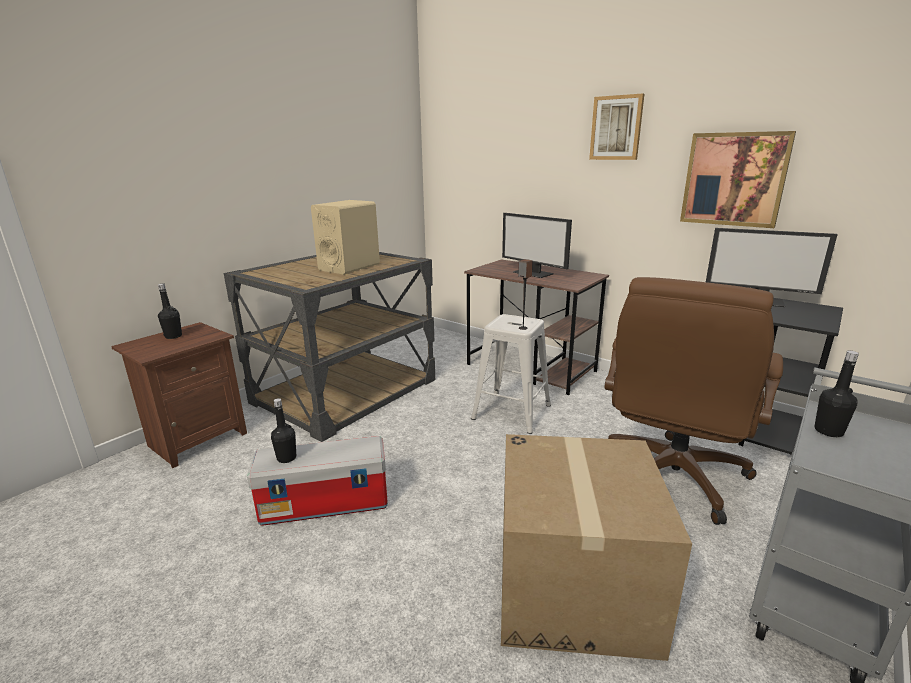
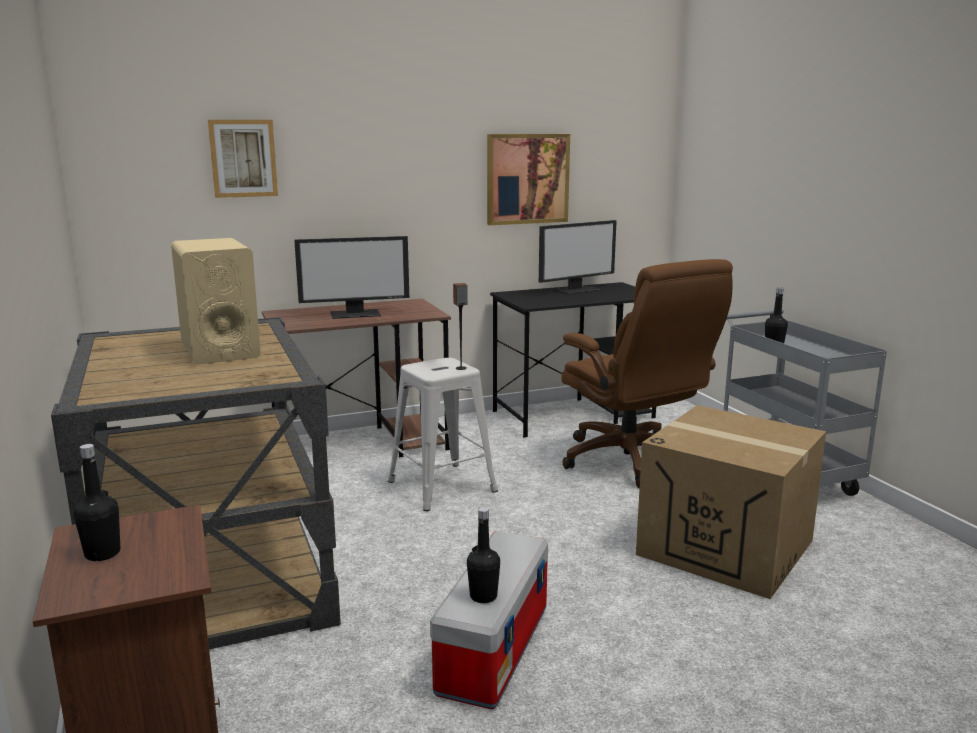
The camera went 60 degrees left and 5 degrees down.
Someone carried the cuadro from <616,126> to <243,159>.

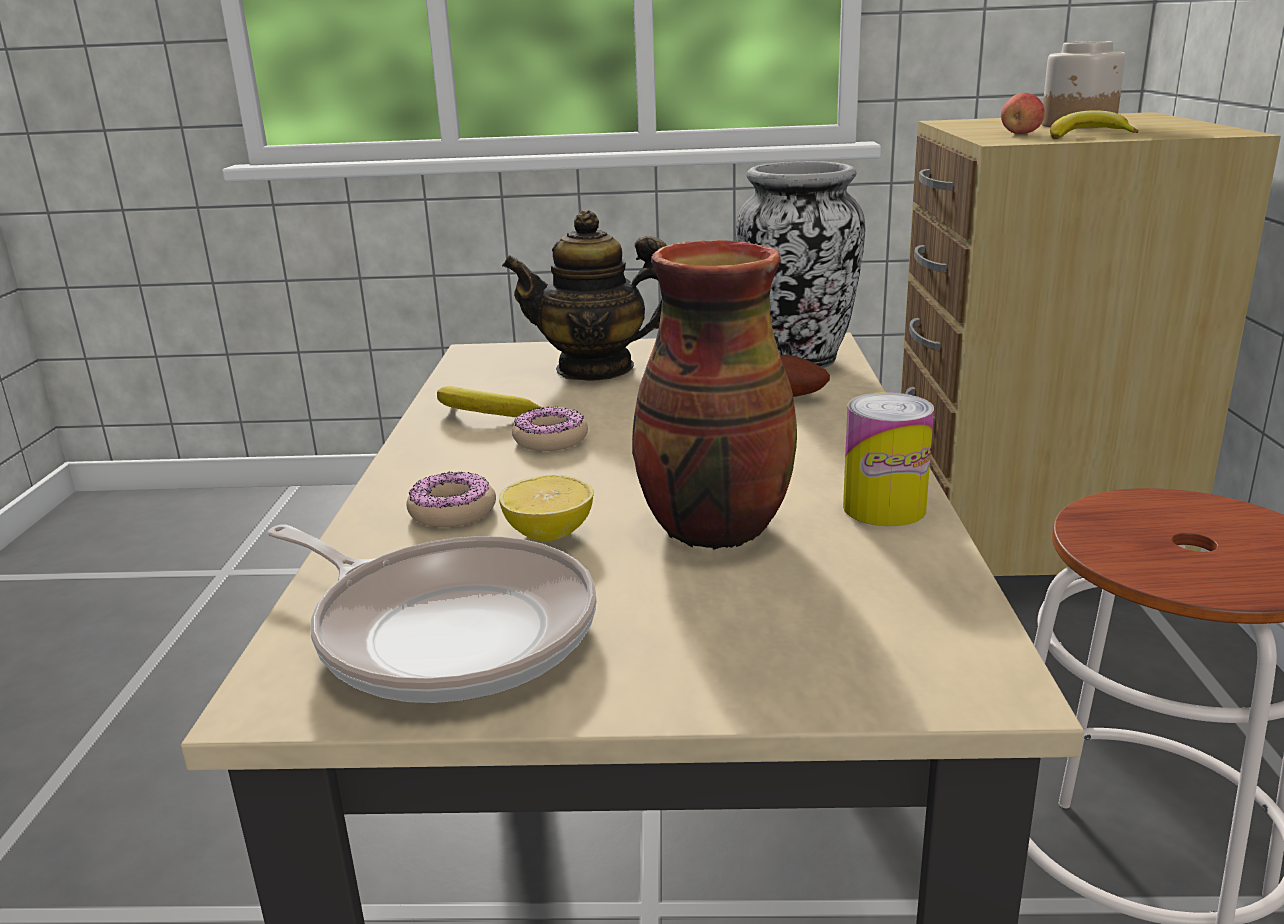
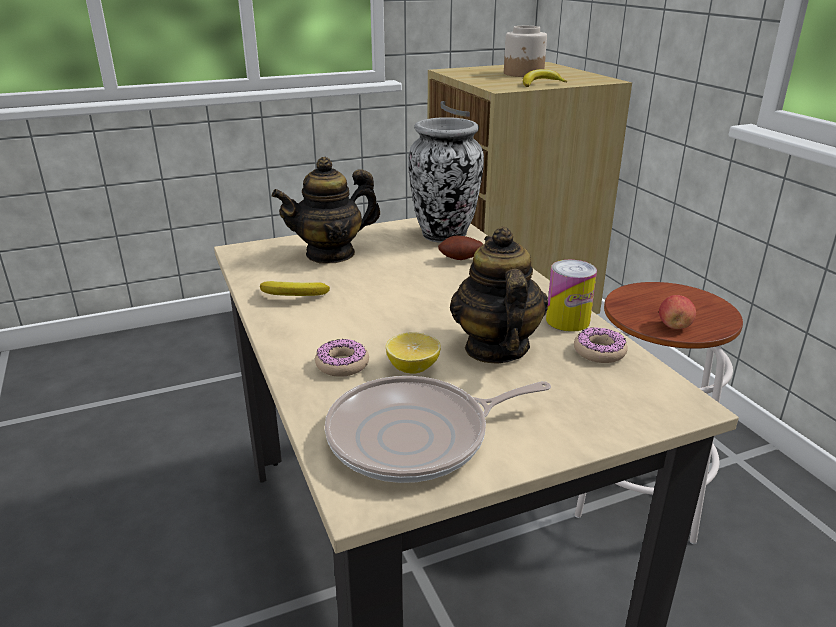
The camera went 25 degrees left and 5 degrees up.
Someone rotated the sartén at <432,614> by 150 degrees clockwise.
Someone swapped the florero at <714,395> for the tetera at <499,294>.
Someone carried the rosquilla from <550,428> to <601,345>.
Someone carried the manzana from <1023,113> to <677,312>.

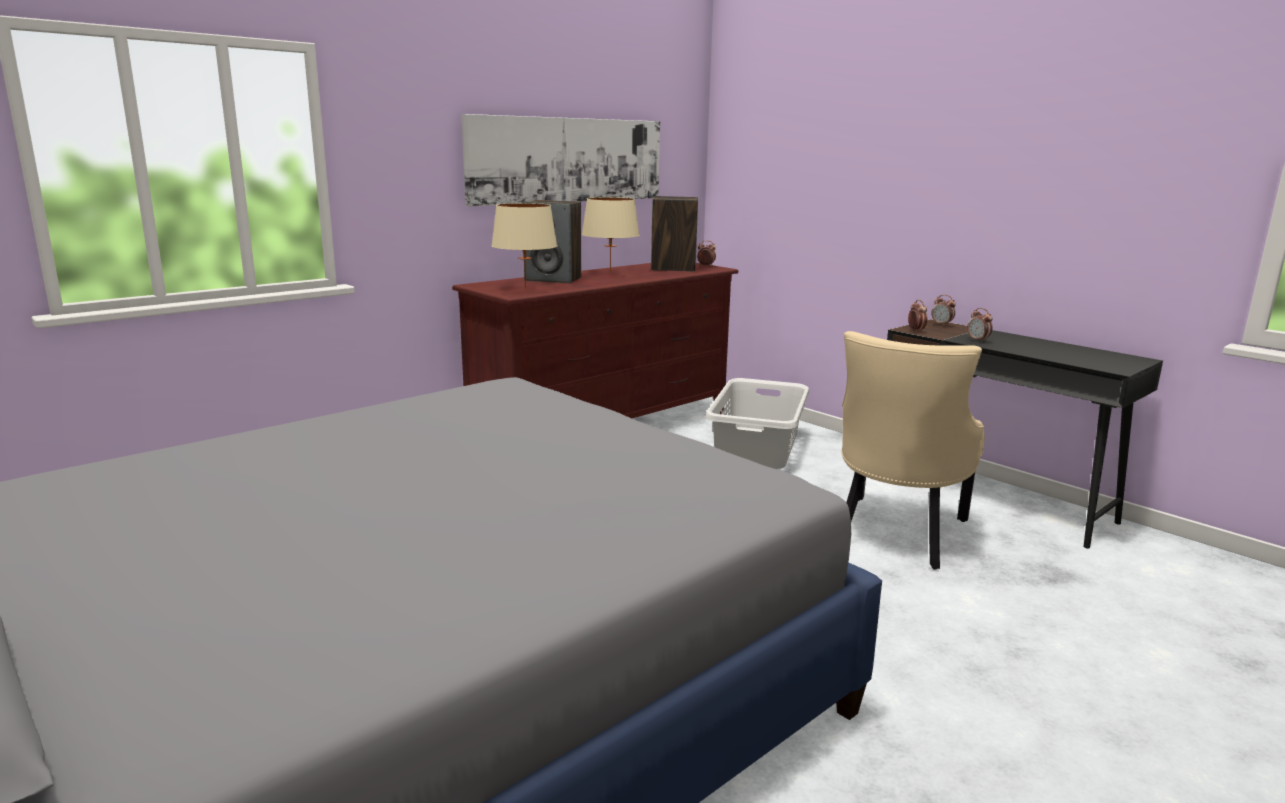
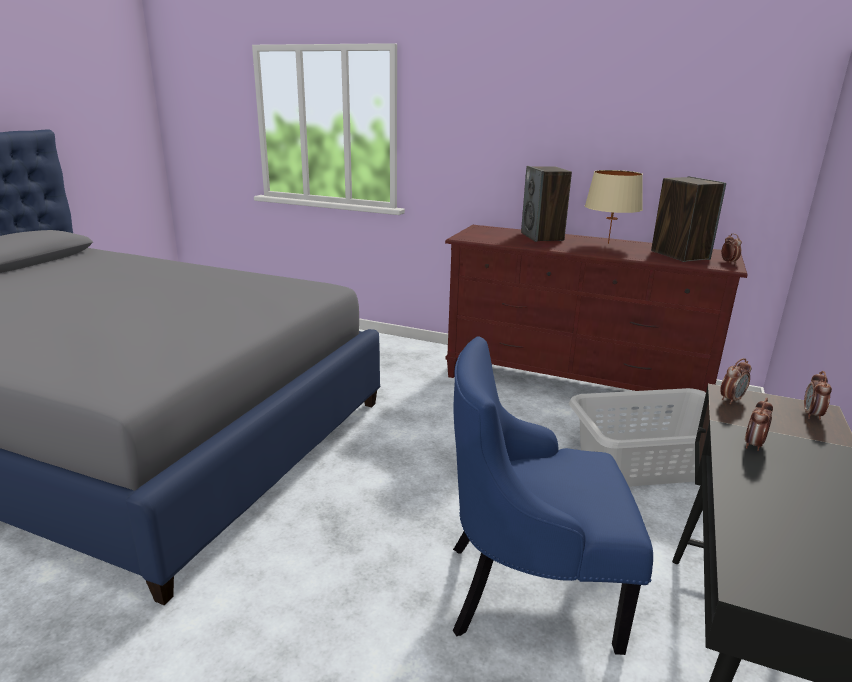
The camera went 65 degrees right and 5 degrees up.
Someone repainted the silla (beis) at <913,450>, which became the silla (azul) at <553,495>.
Someone took away the cuadro at <560,160>.
Someone took away the lámpara de mesa (beis) at <524,246>.

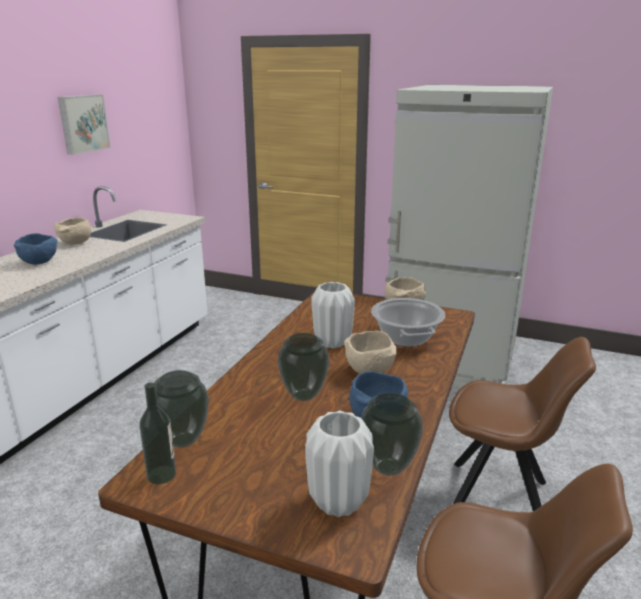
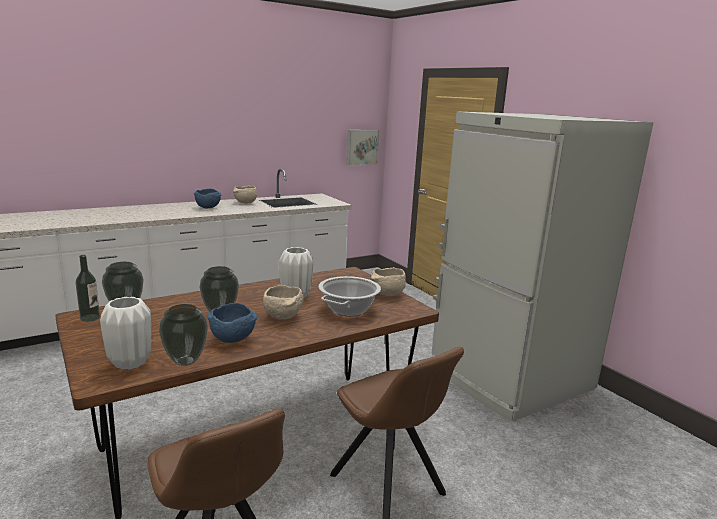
The camera went 35 degrees right and 5 degrees down.
Someone carried the cuadro from <84,124> to <363,147>.

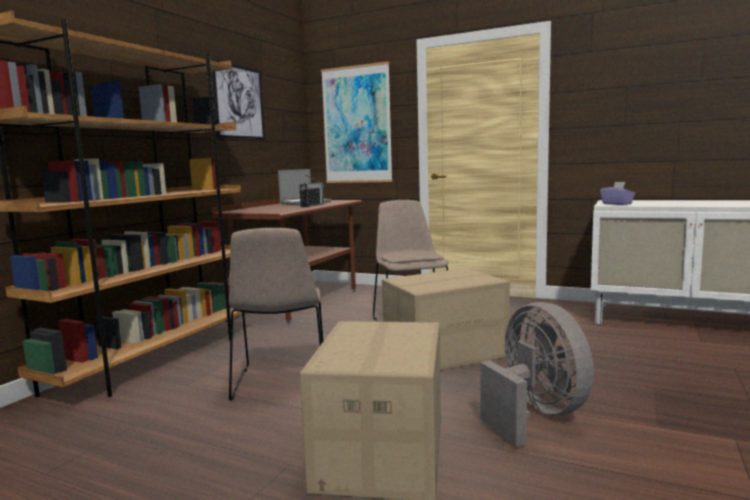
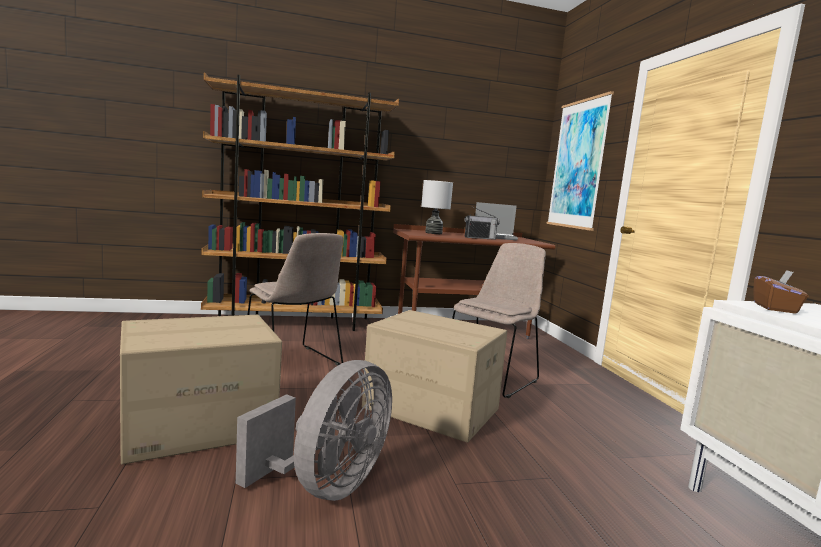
The camera went 50 degrees right and 0 degrees up.
Someone rotated the silla (beis) at <275,314> by 90 degrees counterclockwise.
Someone put down the lámpara de mesa (gris) at <437,207>.
Someone repainted the caja de pañuelos (morado) at <618,193>, which became the caja de pañuelos (marrón) at <781,292>.
Someone took away the cuadro at <238,99>.

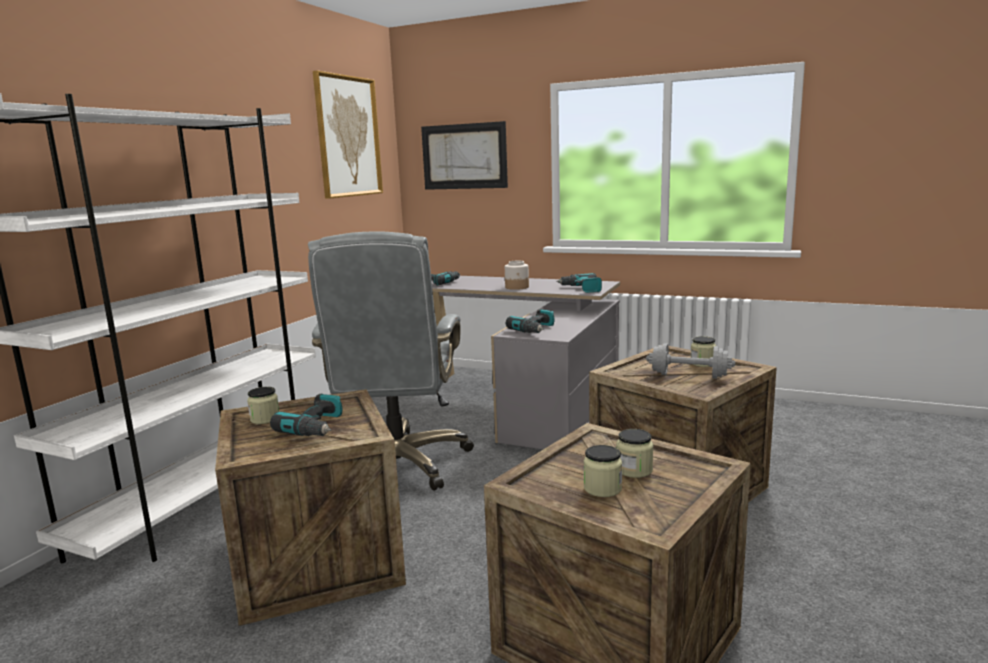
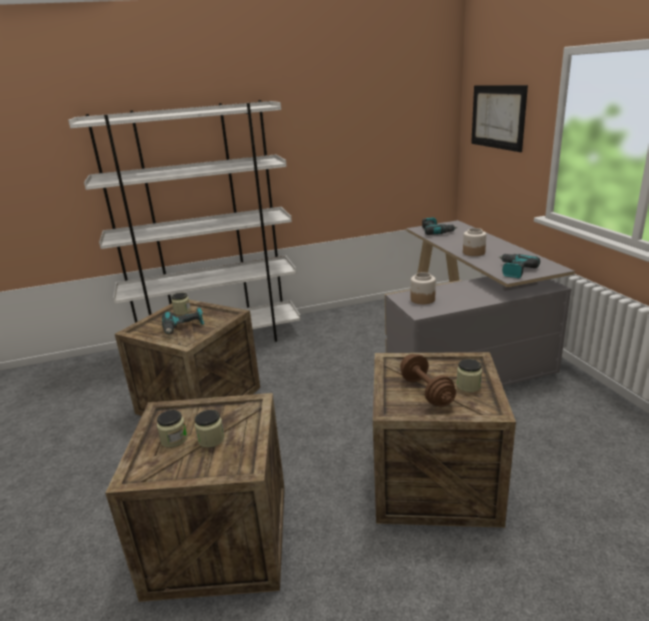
The camera went 50 degrees right and 10 degrees up.
Someone repainted the mancuerna (gris) at <691,361>, which became the mancuerna (marrón) at <428,380>.
Someone swapped the taladro at <530,321> for the tarro at <423,288>.
Someone took away the silla de oficina (gris) at <391,361>.
Someone took away the cuadro at <348,135>.

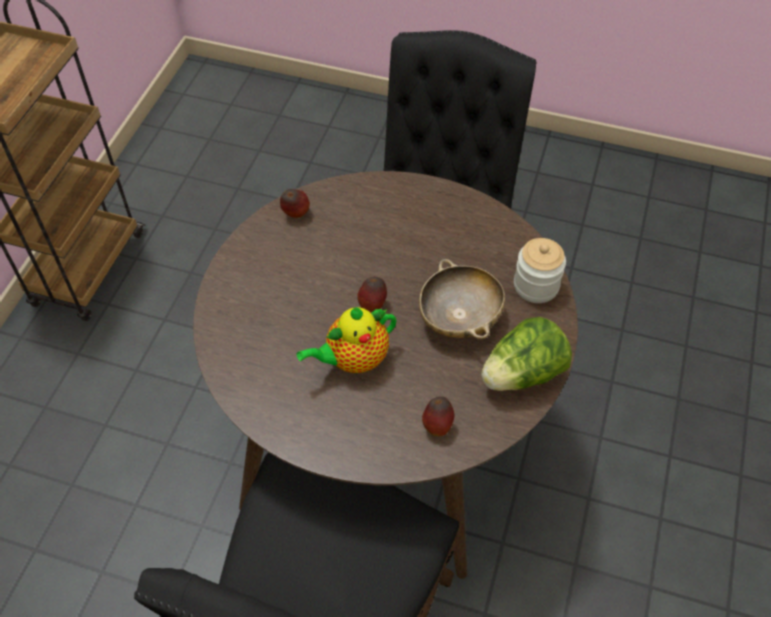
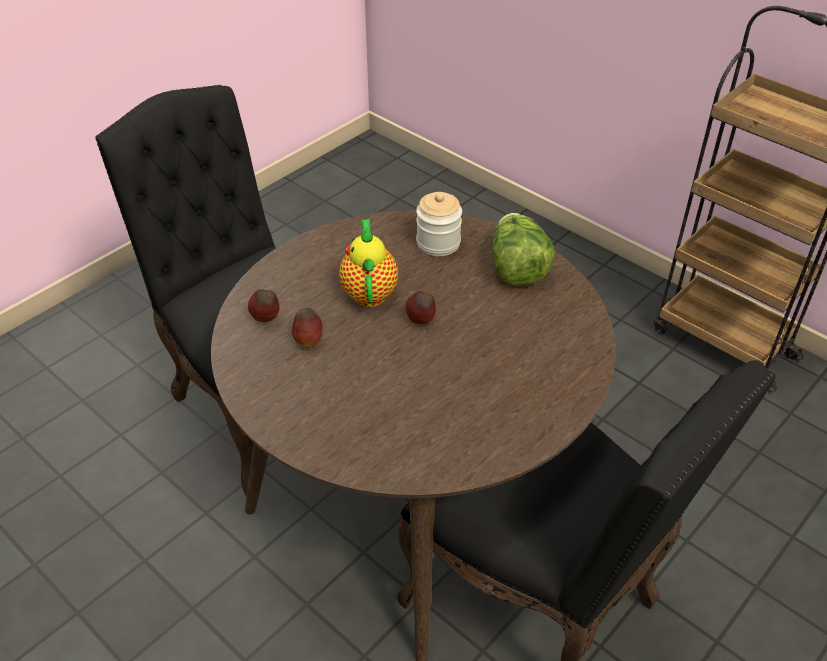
The camera went 115 degrees right and 10 degrees down.
Someone carried the manzana from <295,203> to <307,328>.
Someone carried the tarro from <540,270> to <439,224>.
Someone carried the lechuga from <526,354> to <523,249>.
Someone took away the cuenco (beis) at <462,299>.

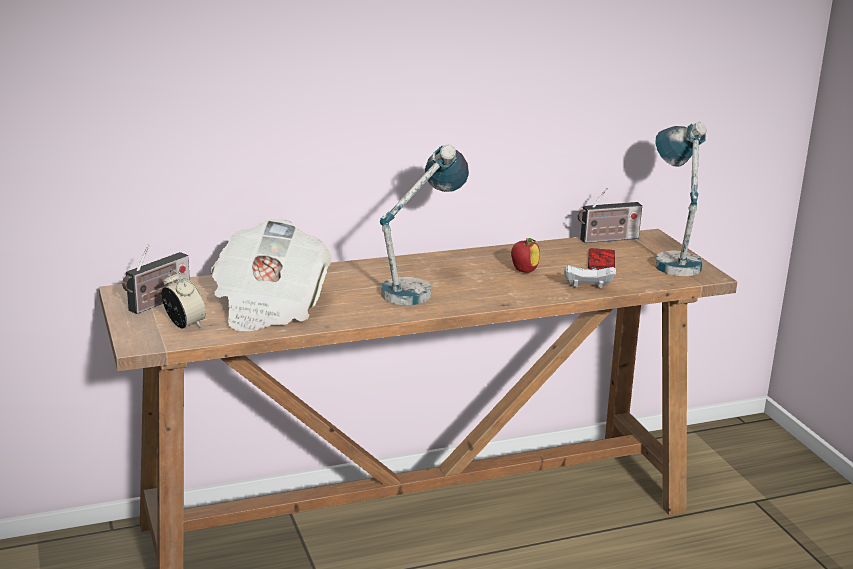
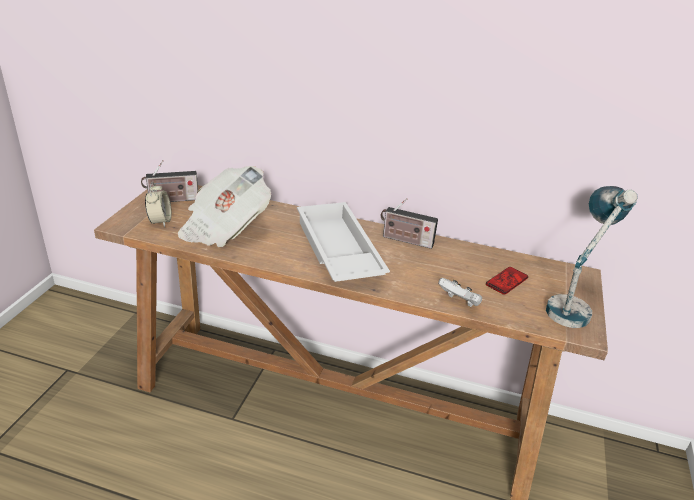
The camera went 35 degrees right and 10 degrees up.
Someone swapped the lámpara de mesa at <424,225> for the bandeja (blanco) at <343,242>.
Someone carried the radio from <610,215> to <409,223>.
Someone took away the manzana at <525,255>.

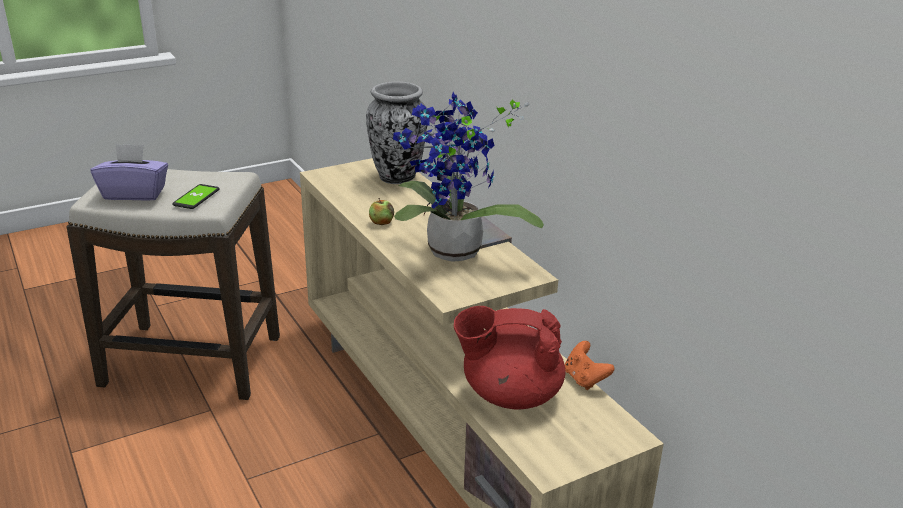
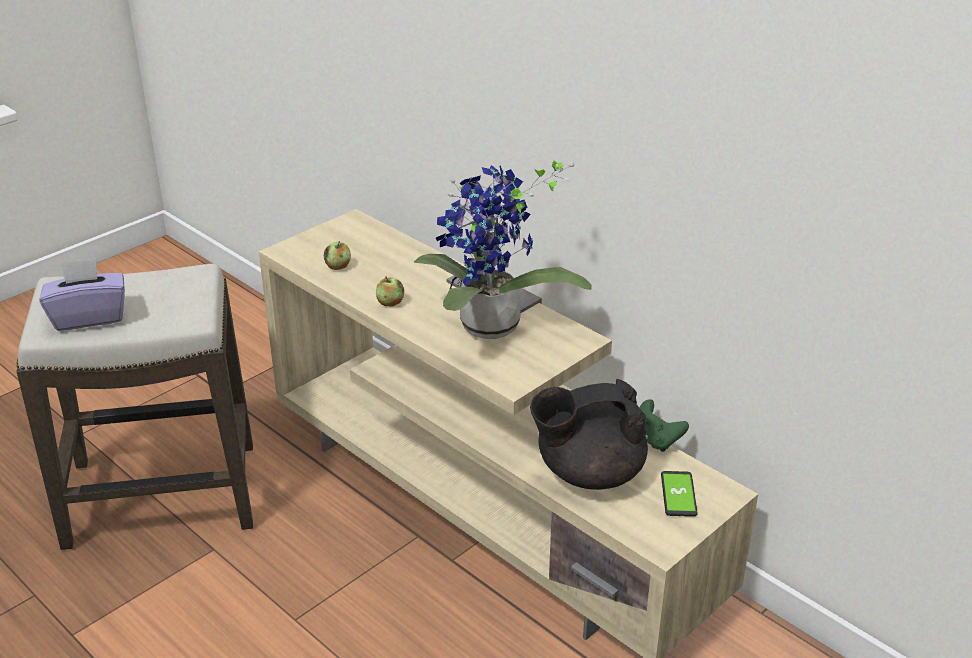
The camera went 15 degrees left and 5 degrees up.
Someone put down the manzana at <337,255>.
Someone repainted the tetera (rojo) at <510,357>, which became the tetera (negro) at <589,434>.
Someone repainted the mando de consola (naranja) at <589,365>, which became the mando de consola (verde) at <664,425>.
Someone carried the móvil from <196,196> to <679,494>.
Someone took away the florero at <396,132>.

